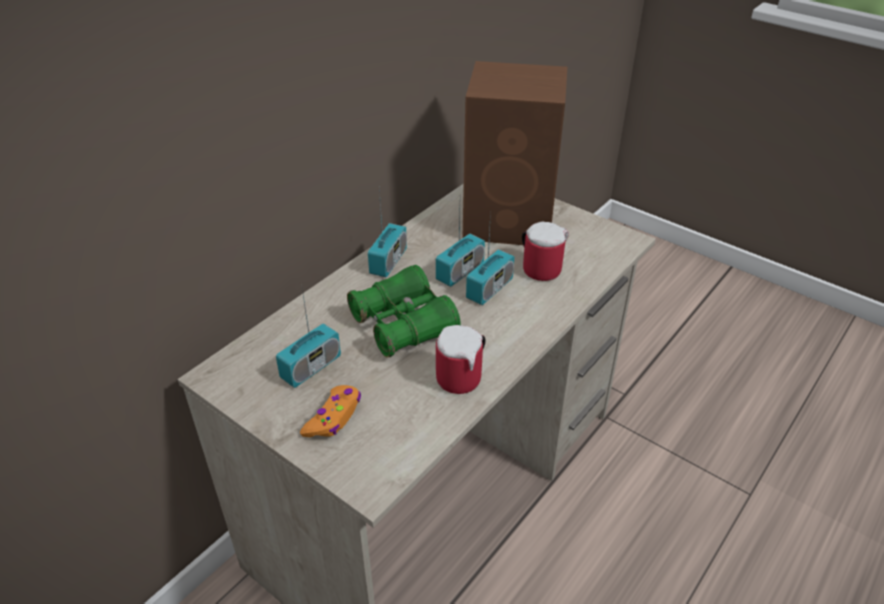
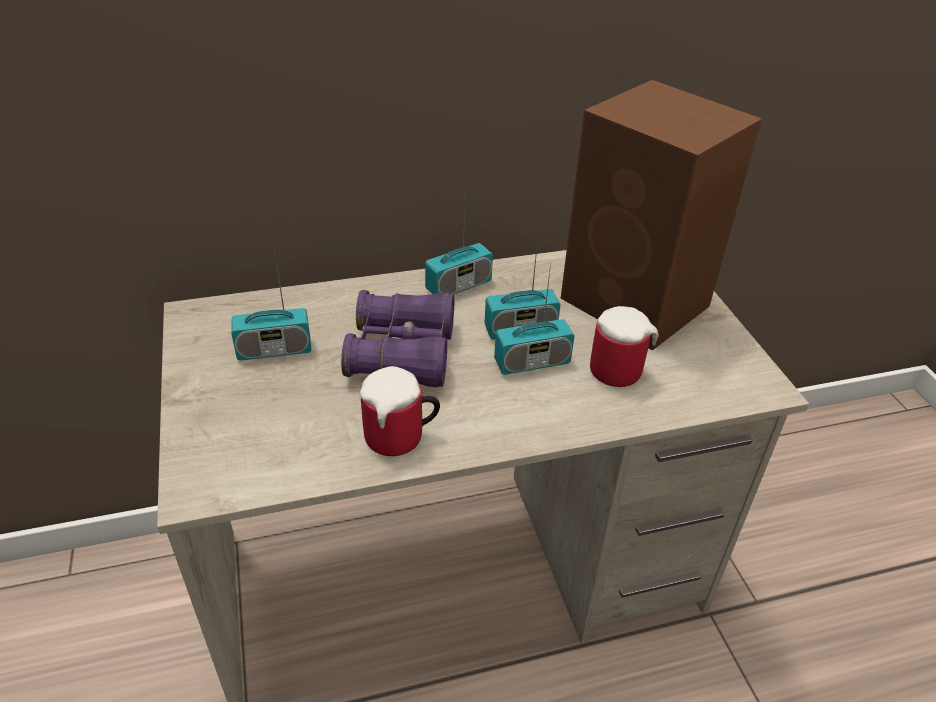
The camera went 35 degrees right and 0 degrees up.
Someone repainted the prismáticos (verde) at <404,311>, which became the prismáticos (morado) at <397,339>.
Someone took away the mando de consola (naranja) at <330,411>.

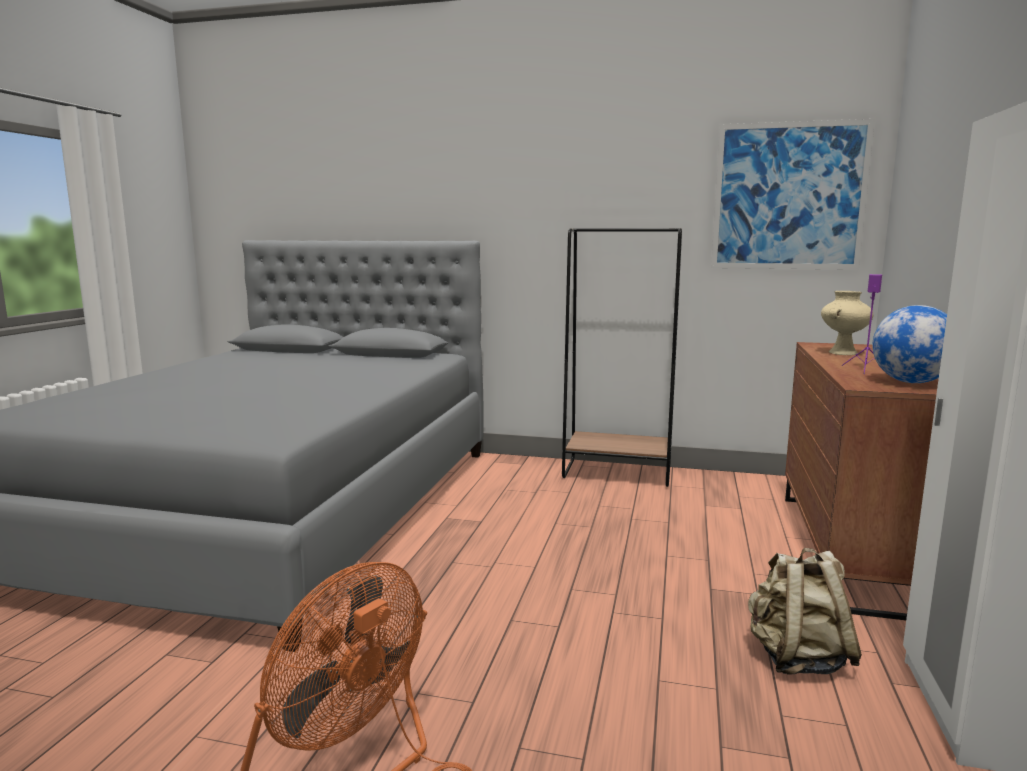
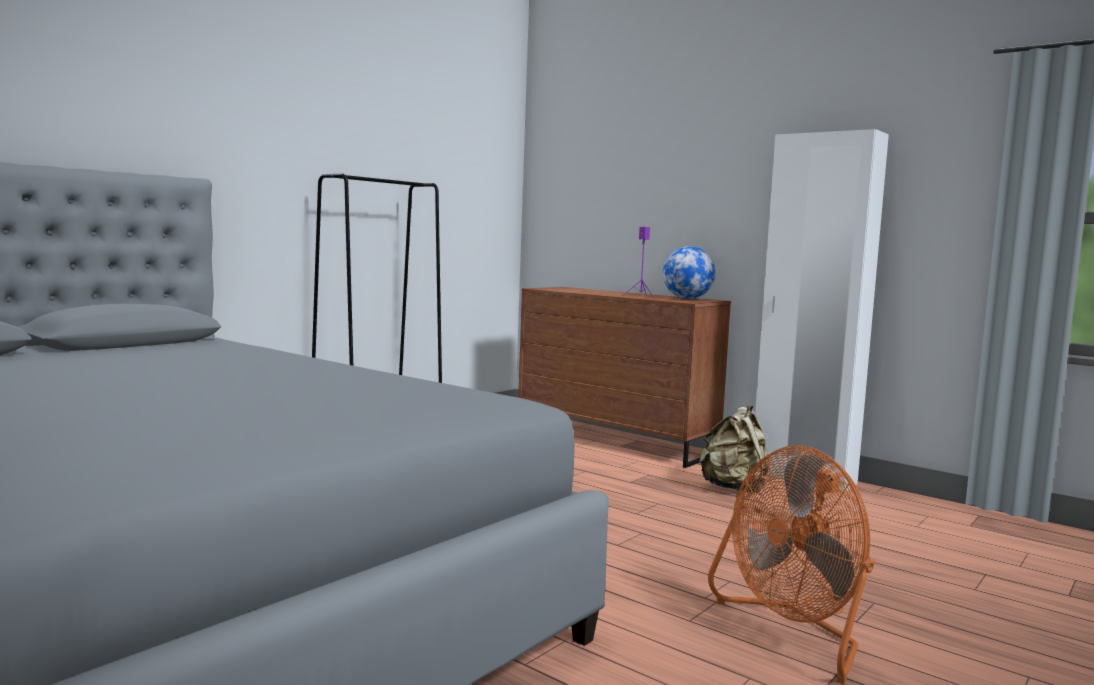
The camera went 65 degrees left and 5 degrees down.
Someone took away the cuadro at <793,194>.
Someone took away the florero (beis) at <847,323>.

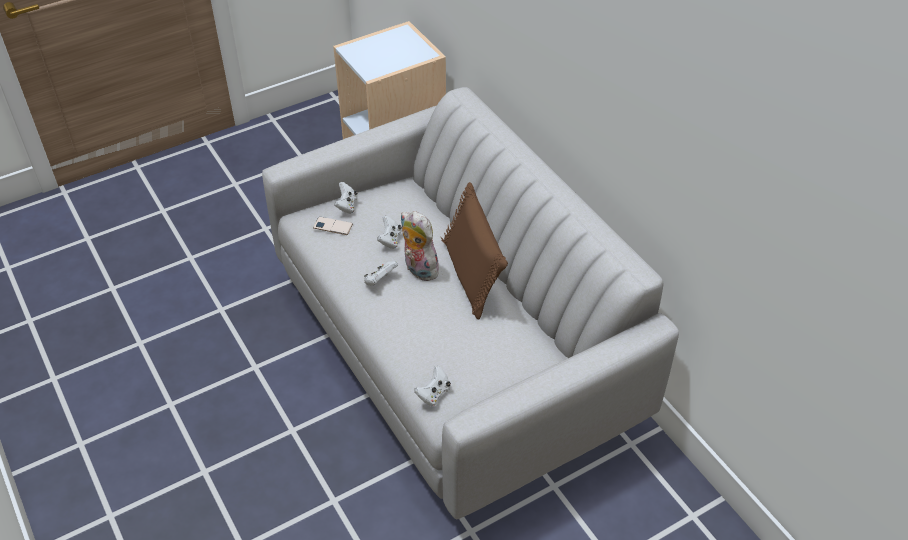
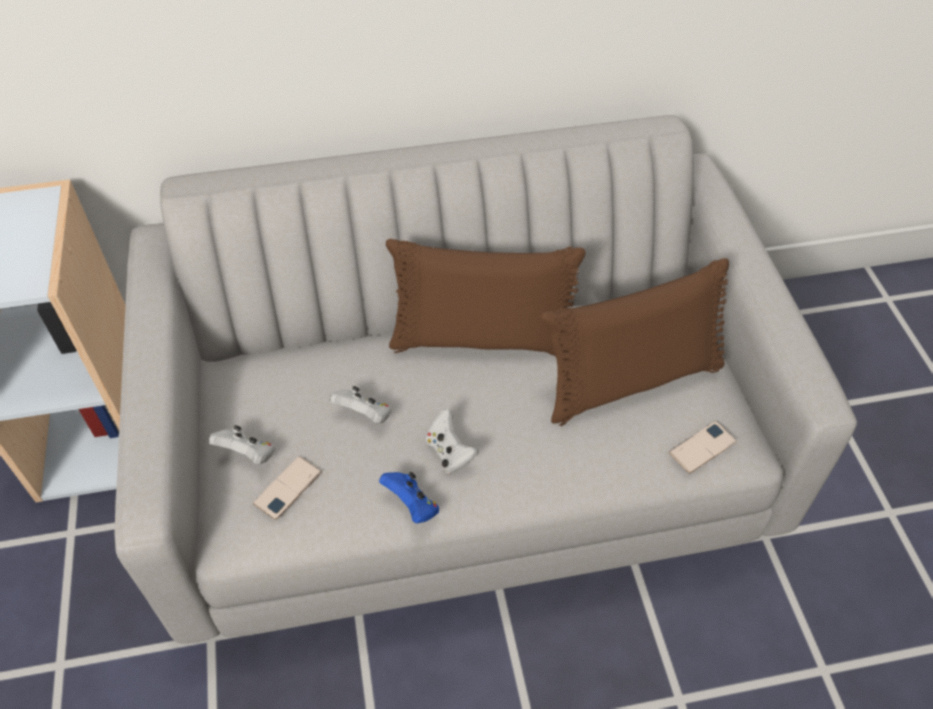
The camera went 70 degrees left and 5 degrees up.
Someone put down the mando de consola (azul) at <409,497>.
Someone put down the cojín (marrón) at <635,342>.
Someone swapped the mando de consola (blanco) at <432,385> for the móvil at <703,447>.
Someone took away the peluche at <420,246>.

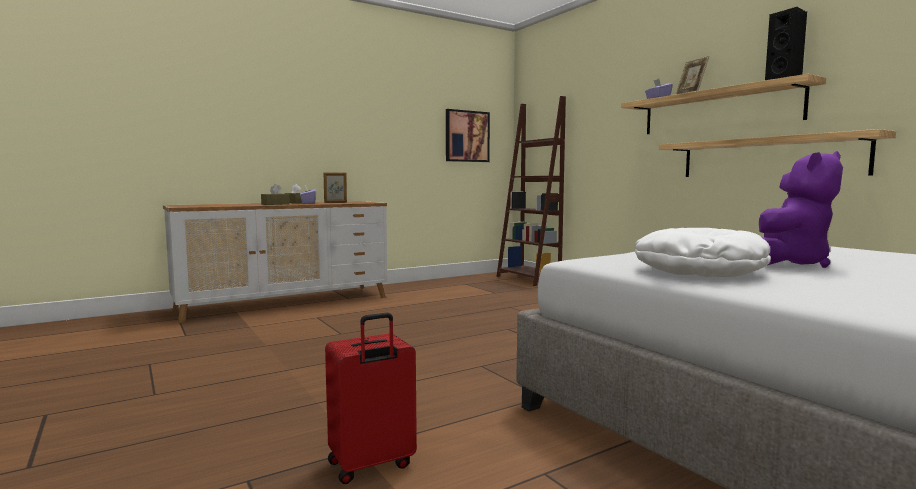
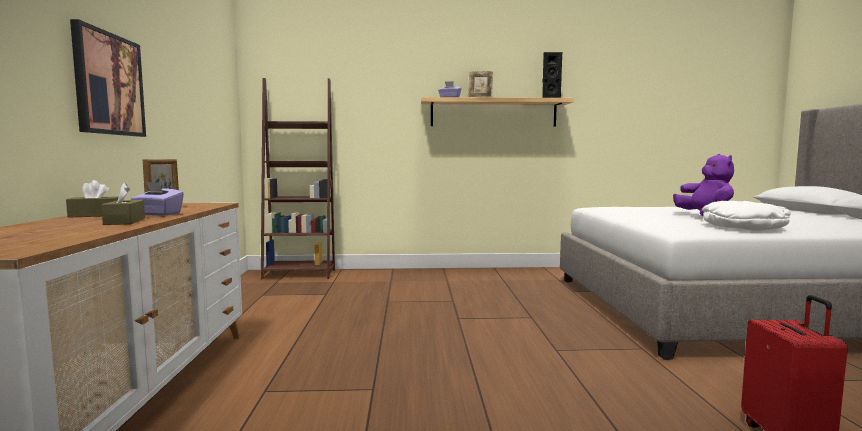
The camera went 60 degrees left and 0 degrees up.
Someone carried the cuadro from <468,135> to <108,78>.
Someone took away the estante at <777,153>.

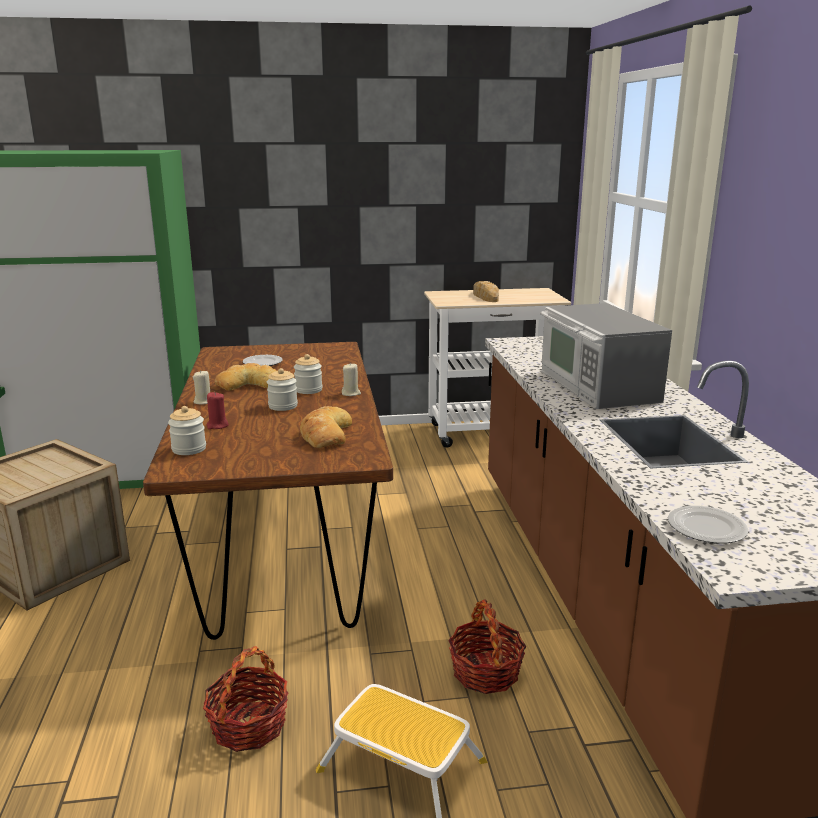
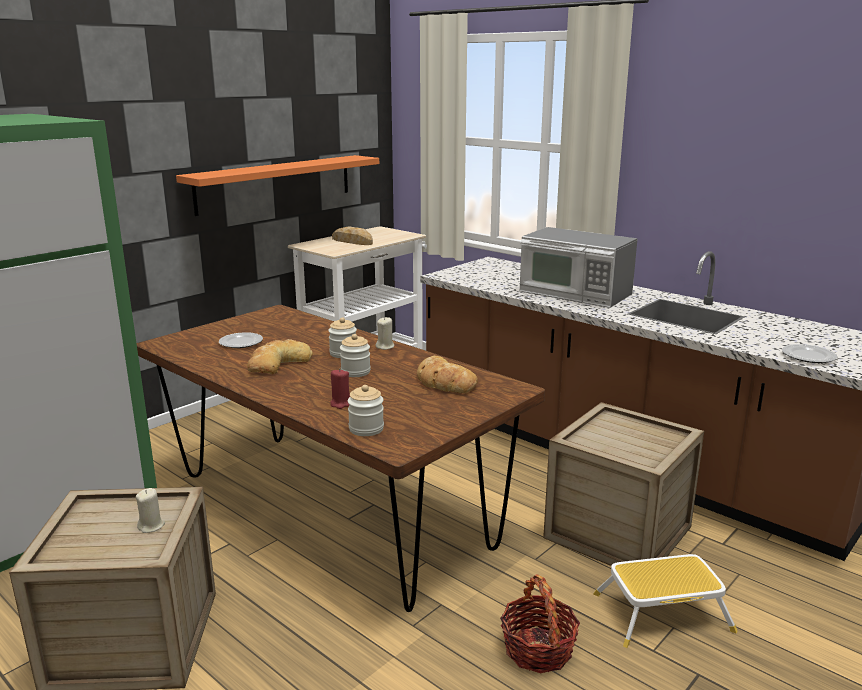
The camera went 40 degrees left and 0 degrees up.
Someone carried the vela (beis) from <201,387> to <150,510>.
Someone put up the estante (naranja) at <277,185>.
Someone swapped the cesta at <487,646> for the caja de embalaje at <623,484>.

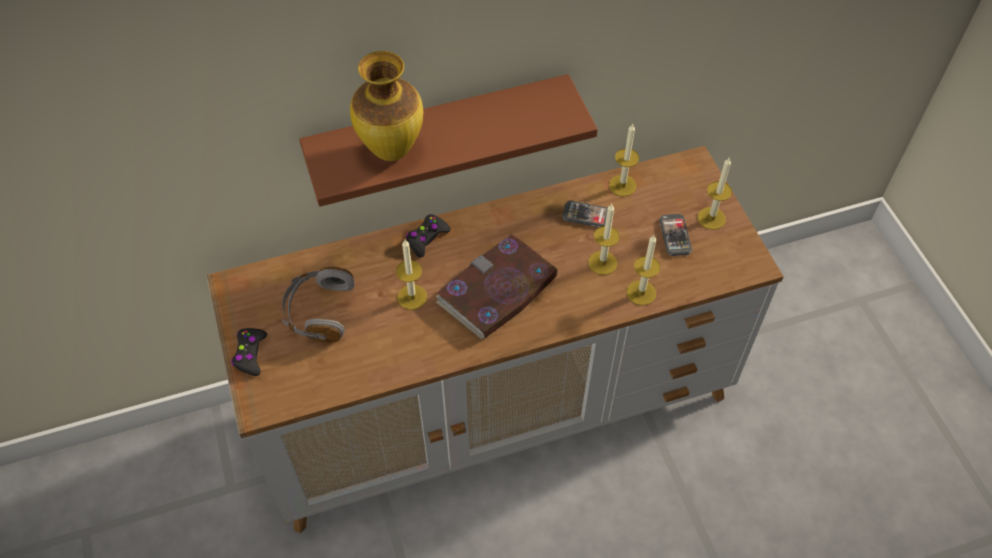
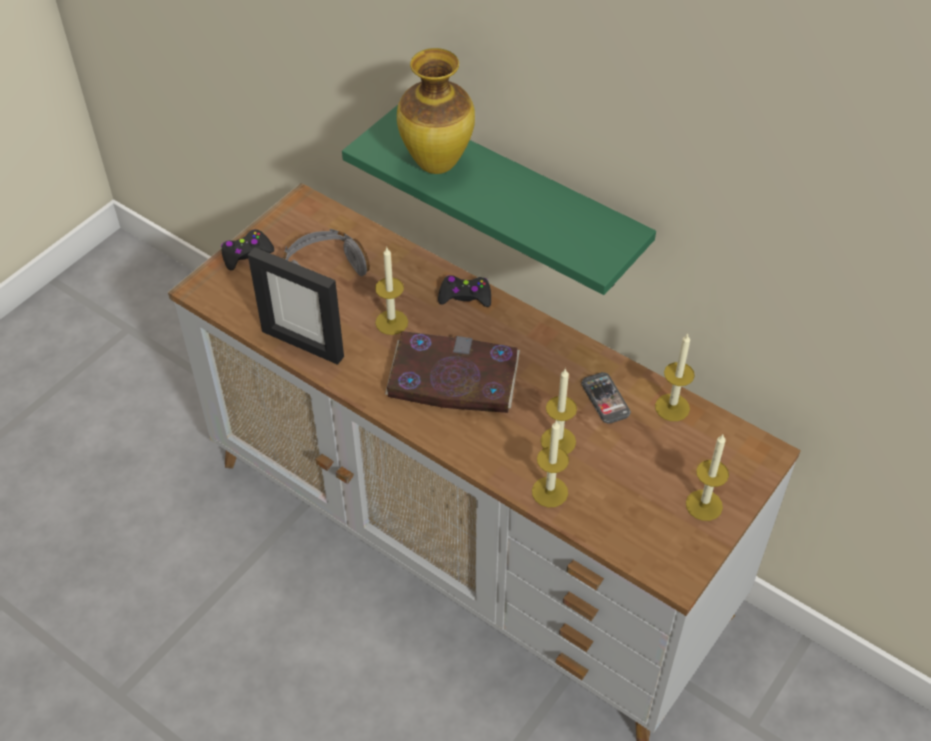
The camera went 55 degrees right and 5 degrees down.
Someone put down the portarretratos at <296,306>.
Someone repainted the estante (marrón) at <448,140>, which became the estante (verde) at <499,200>.
Someone took away the móvil at <675,235>.

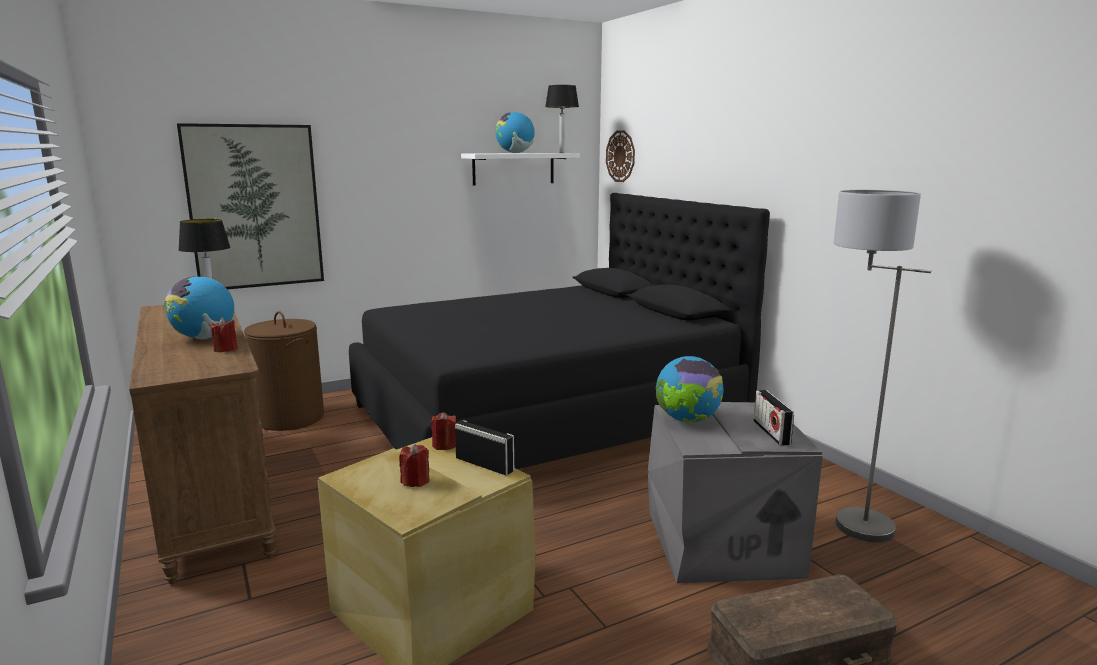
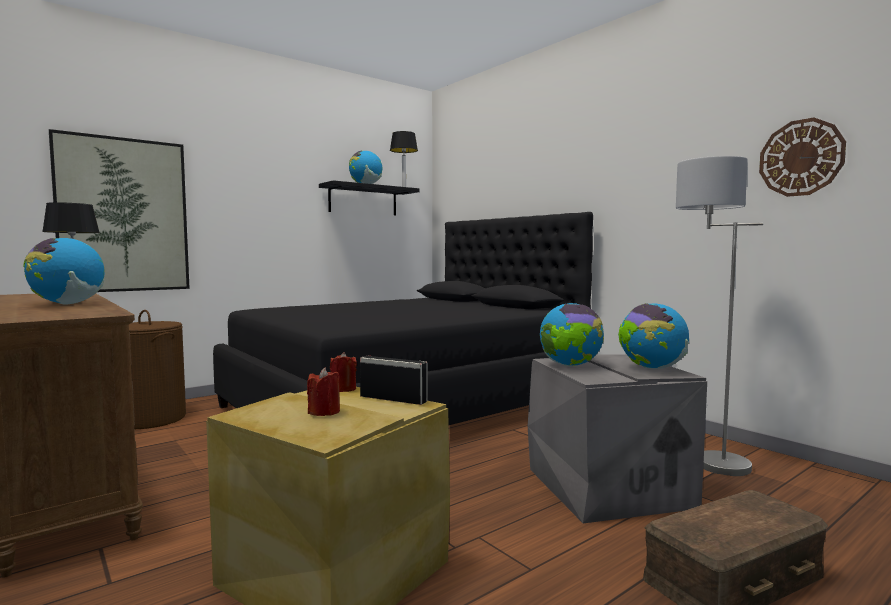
The camera went 10 degrees left and 10 degrees down.
Someone repainted the estante (blanco) at <520,169>, which became the estante (negro) at <369,197>.
Someone swapped the radio at <774,417> for the globo terráqueo at <653,336>.
Someone carried the reloj de pared from <620,156> to <802,157>.
Someone took away the vela (rojo) at <224,335>.

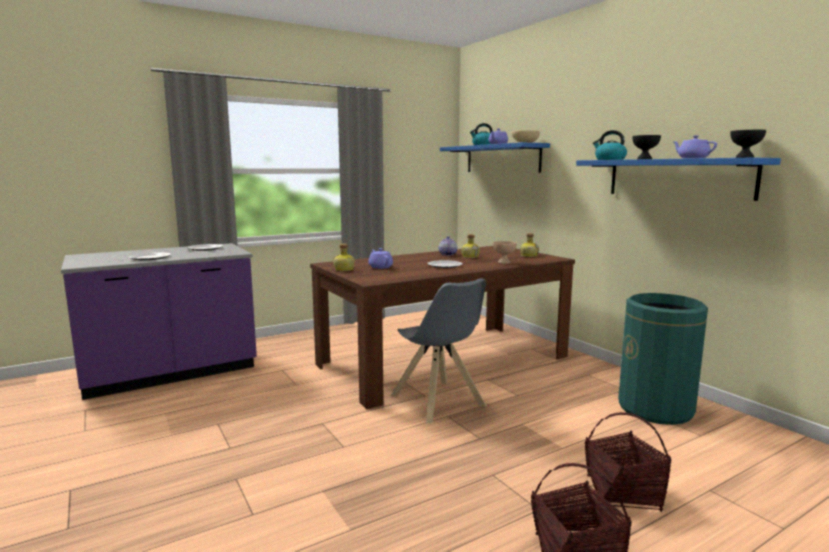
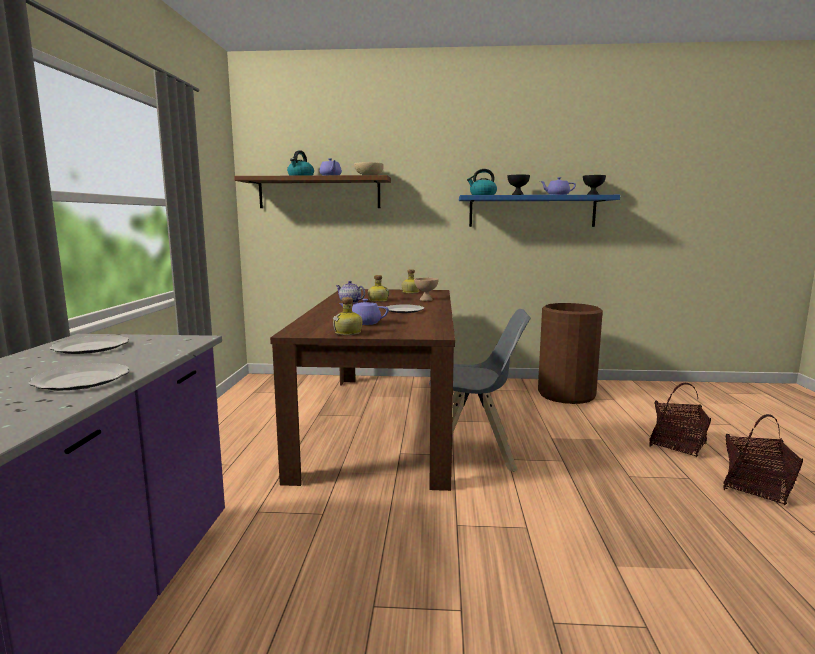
The camera went 55 degrees left and 0 degrees up.
Someone repainted the estante (azul) at <495,157>, which became the estante (marrón) at <312,191>.
Someone repainted the papelera (verde) at <663,359>, which became the papelera (marrón) at <570,353>.

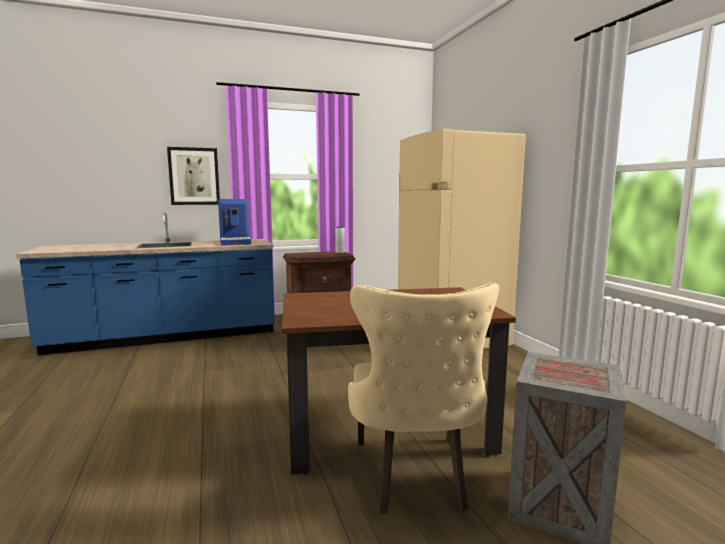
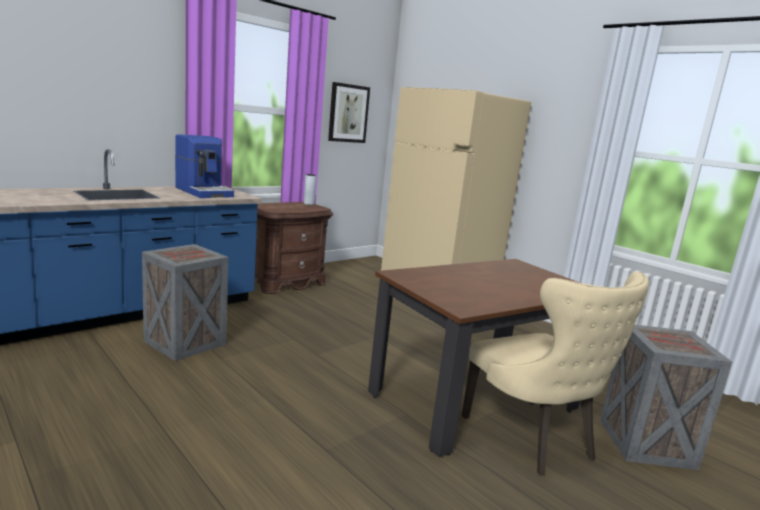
The camera went 25 degrees left and 5 degrees up.
Someone put down the caja de embalaje at <185,302>.
Someone carried the cuadro from <193,176> to <349,112>.

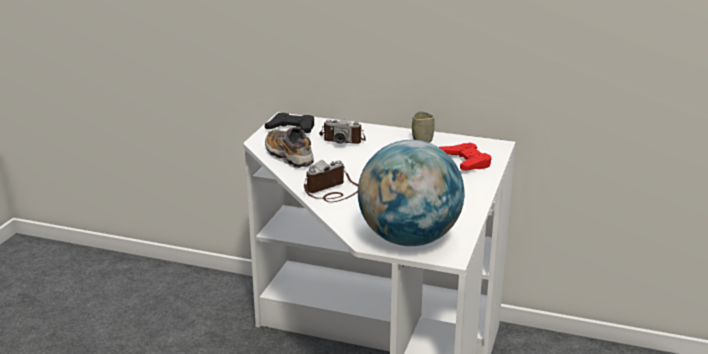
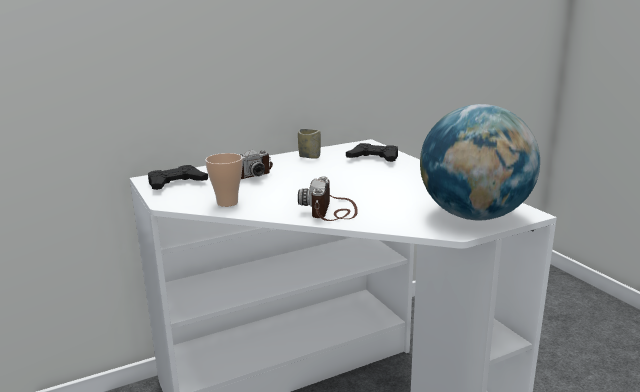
The camera went 45 degrees left and 5 degrees down.
Someone swapped the zapato at <289,147> for the taza at <224,180>.
Someone repainted the mando de consola (rojo) at <465,156>, which became the mando de consola (negro) at <372,152>.

